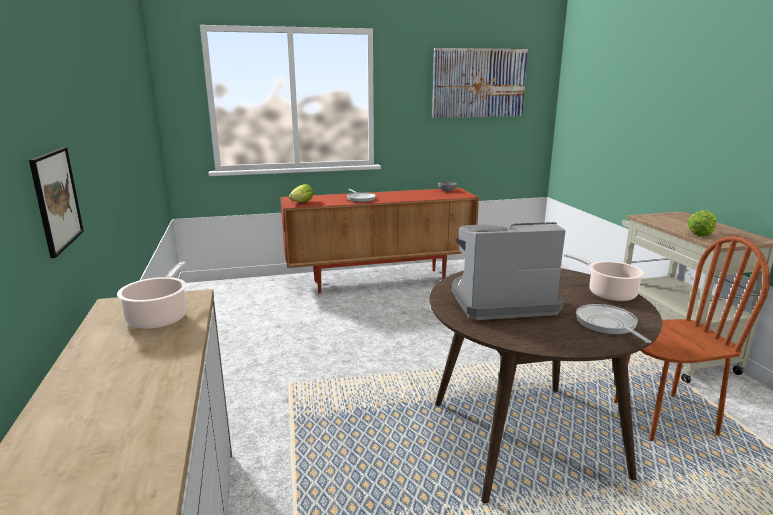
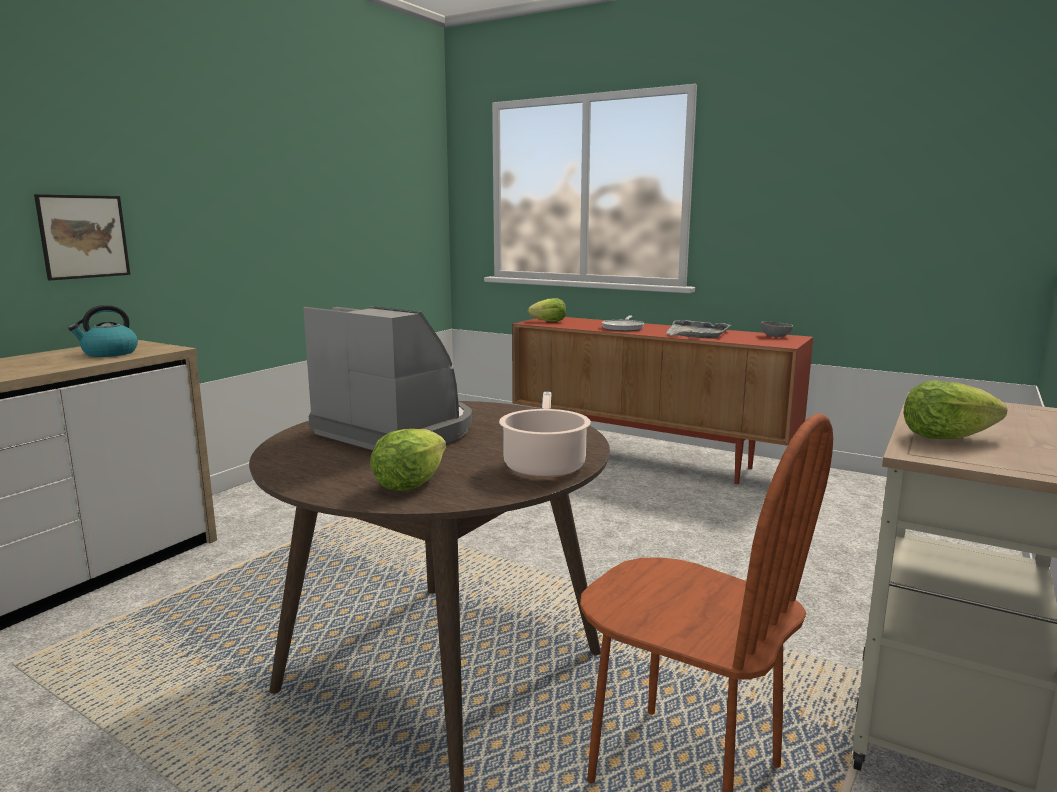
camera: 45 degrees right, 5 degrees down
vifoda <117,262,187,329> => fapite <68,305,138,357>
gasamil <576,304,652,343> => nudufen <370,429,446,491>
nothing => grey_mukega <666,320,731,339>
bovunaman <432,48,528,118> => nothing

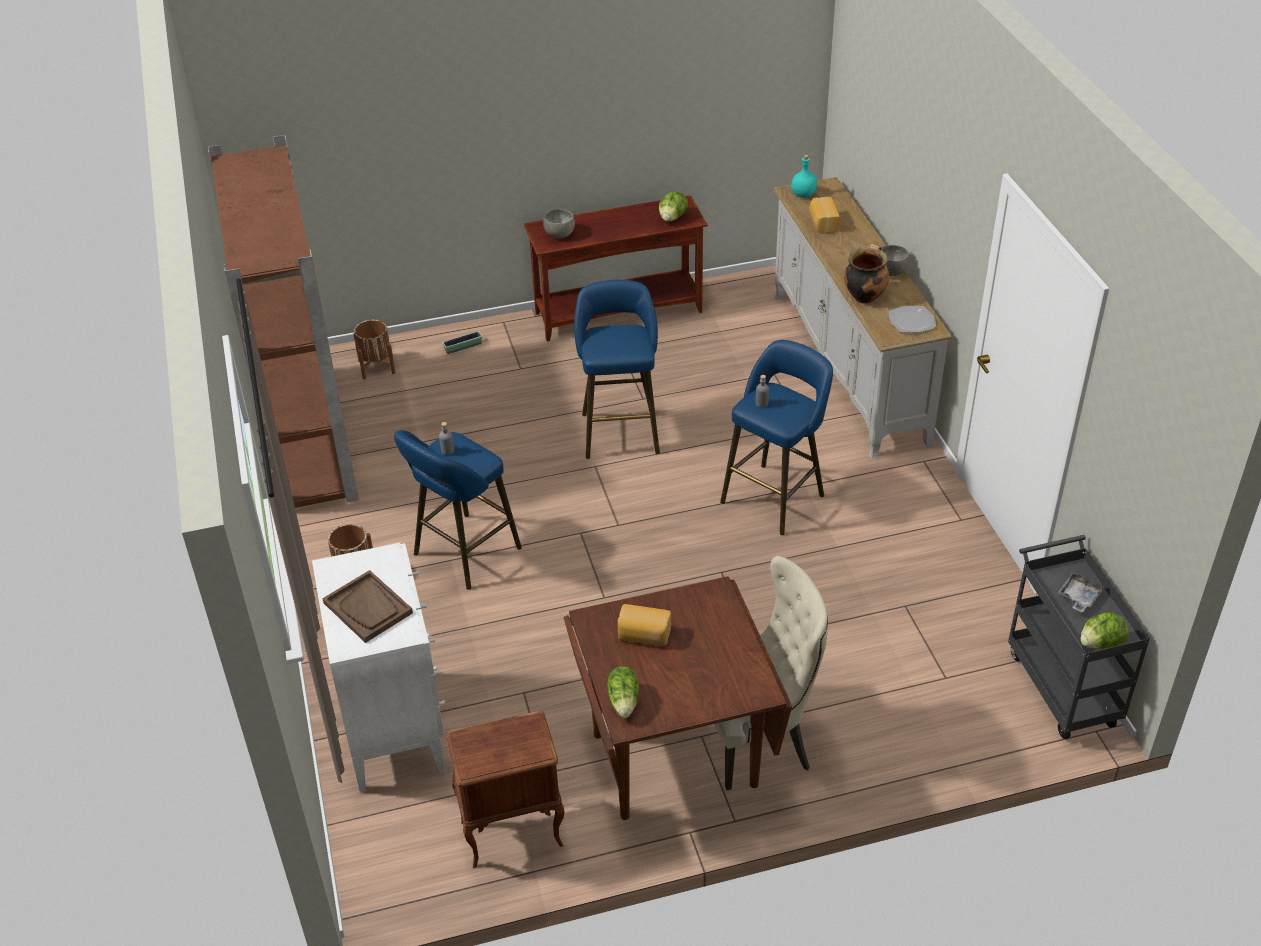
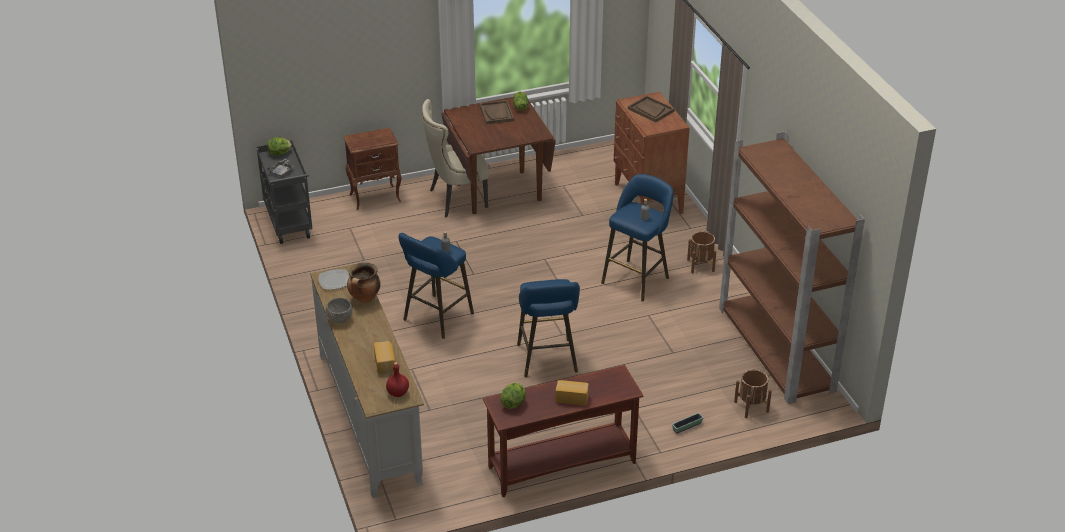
camera: 175 degrees right, 5 degrees down
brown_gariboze <446,711,564,869> => brown_gariboze <344,128,402,210>, shifted
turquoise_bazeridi <791,155,817,198> => red_bazeridi <386,362,409,397>
nothing => brown_mukega <480,100,514,124>
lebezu <618,604,671,646> => lebezu <556,380,589,405>, shifted
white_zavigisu <312,543,446,792> => brown_zavigisu <614,92,690,214>
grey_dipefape <543,209,575,238> => nothing

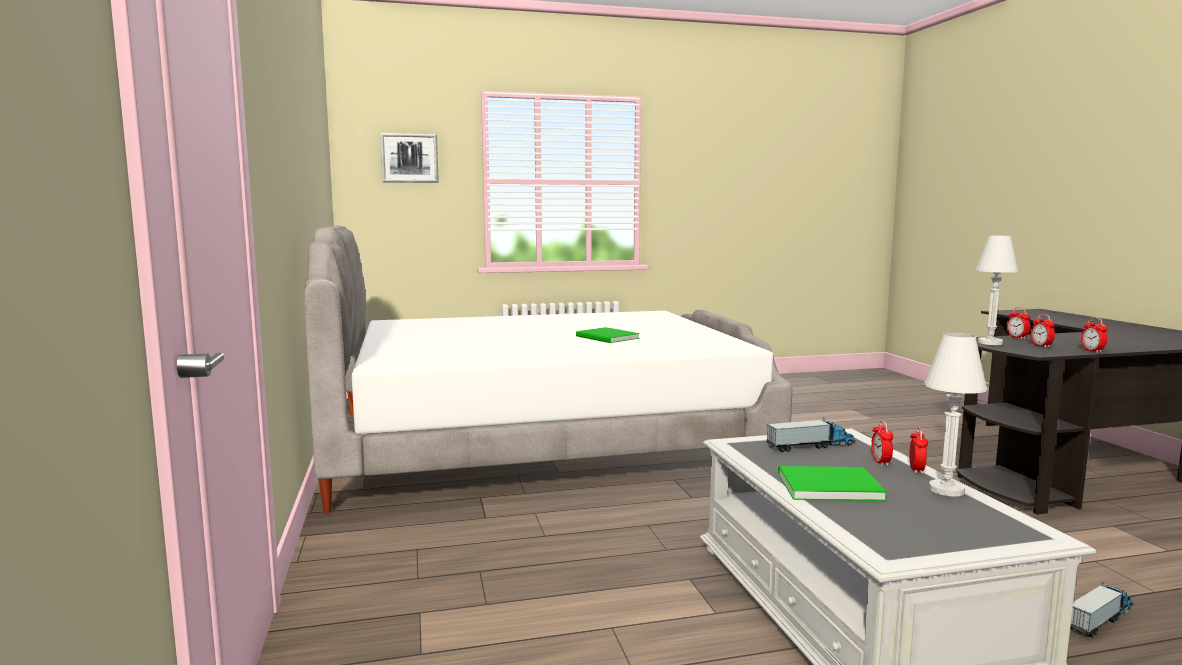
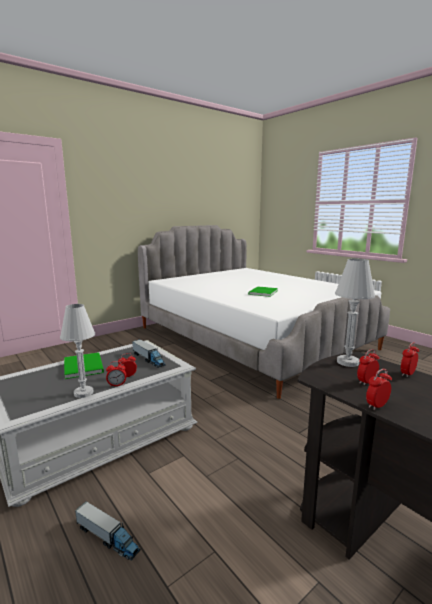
camera: 65 degrees right, 5 degrees up
bovunaman <380,133,439,183> => nothing

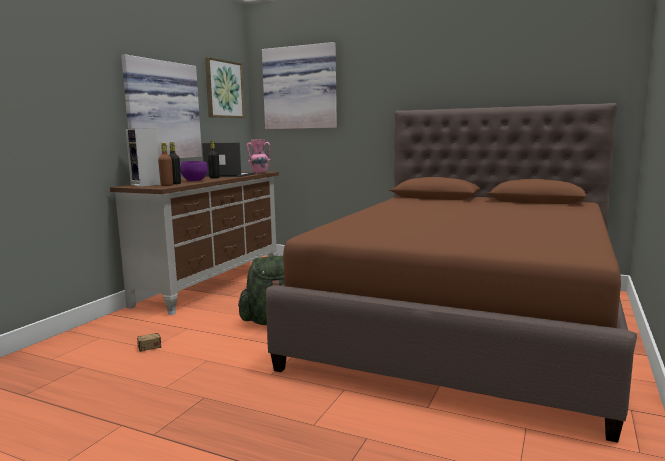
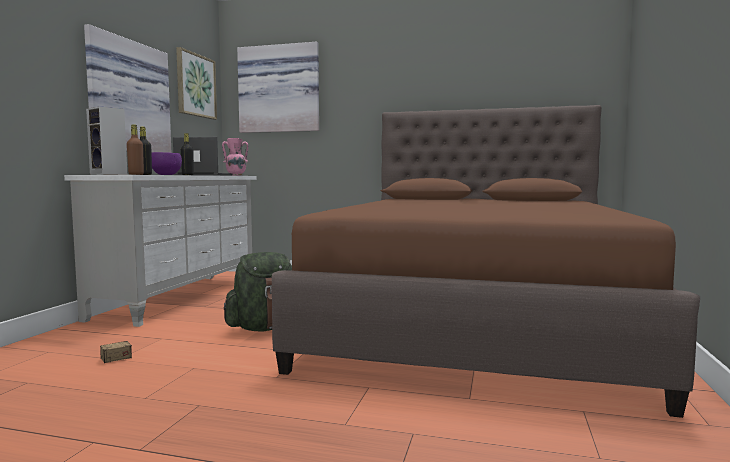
camera: 10 degrees left, 5 degrees down
brown_zavigisu <110,171,279,315> => white_zavigisu <64,175,256,327>

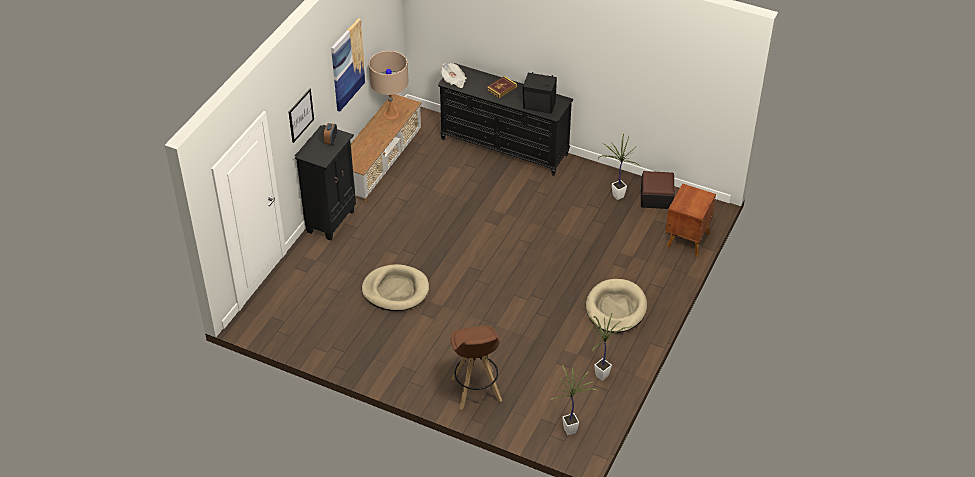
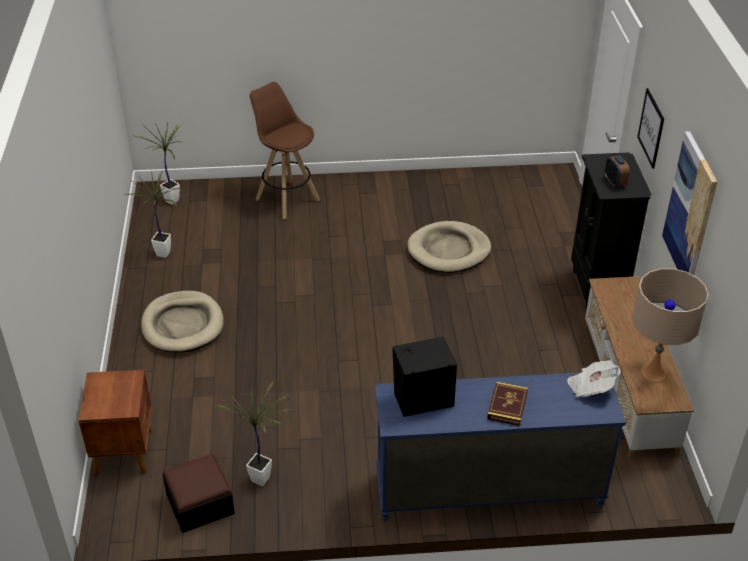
camera: 150 degrees right, 5 degrees down
black_zavigisu <438,63,573,176> => blue_zavigisu <375,373,626,521>

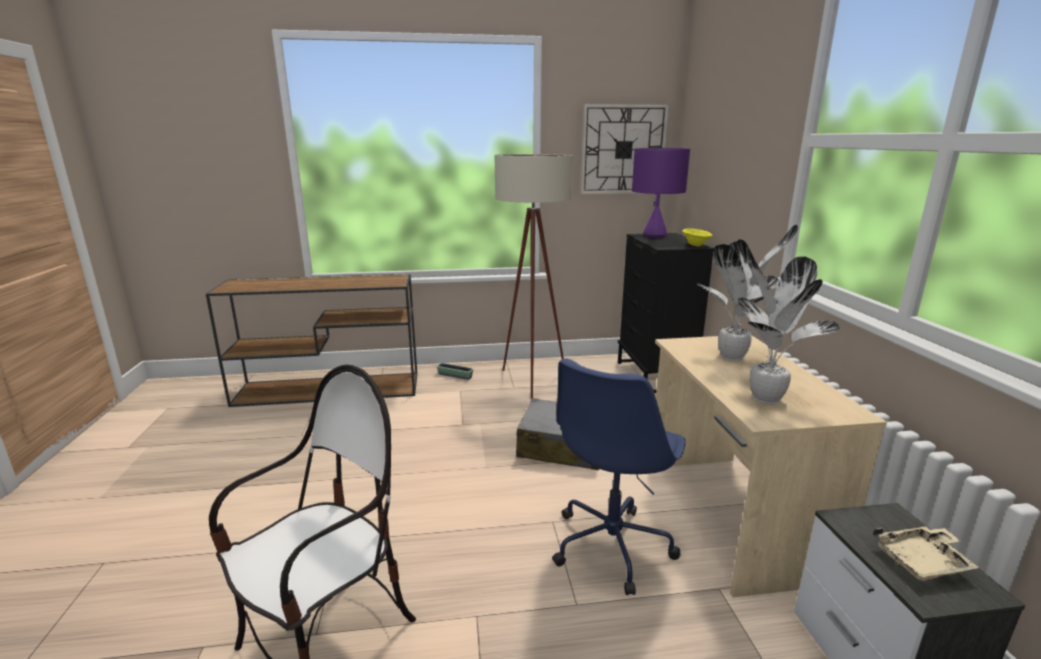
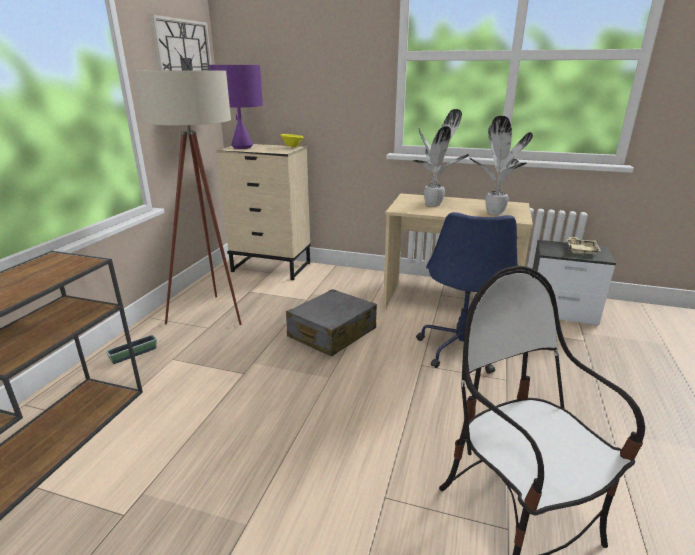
camera: 65 degrees left, 5 degrees up
black_zavigisu <618,233,714,393> => beige_zavigisu <216,144,311,280>
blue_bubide <552,358,686,595> => blue_bubide <416,212,518,374>, 45 degrees clockwise

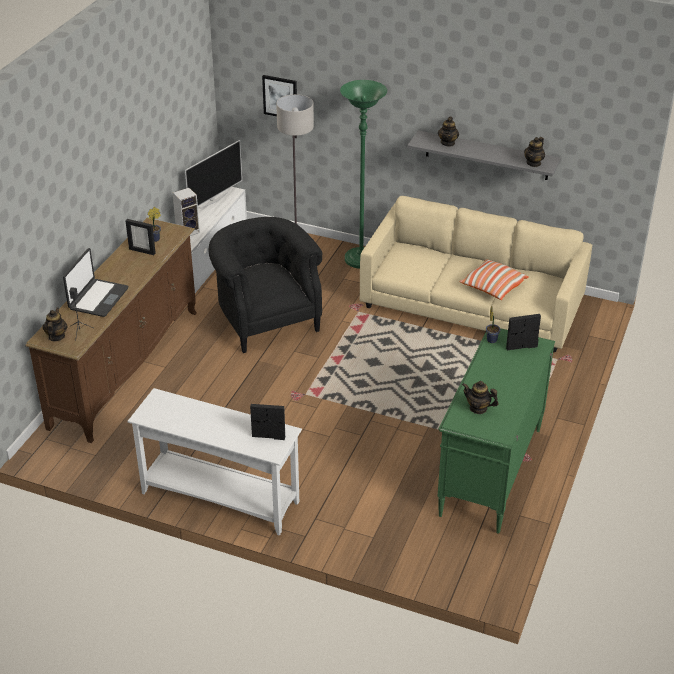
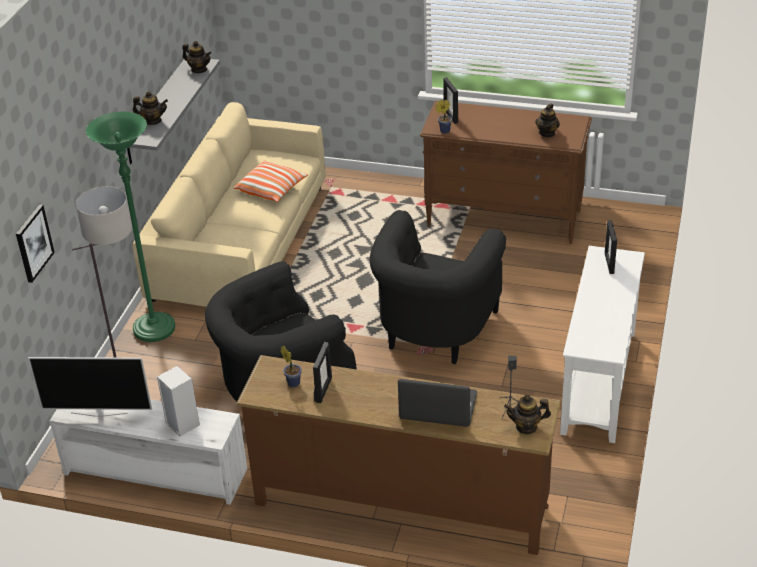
camera: 95 degrees left, 0 degrees up
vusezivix <185,140,242,209> => vusezivix <28,357,152,417>, 150 degrees clockwise
nothing => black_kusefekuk <370,210,506,364>
green_zavigisu <437,328,555,534> => brown_zavigisu <420,101,592,244>

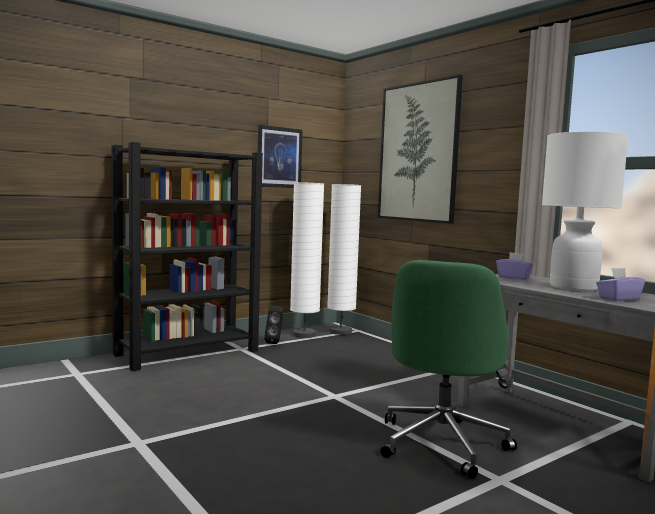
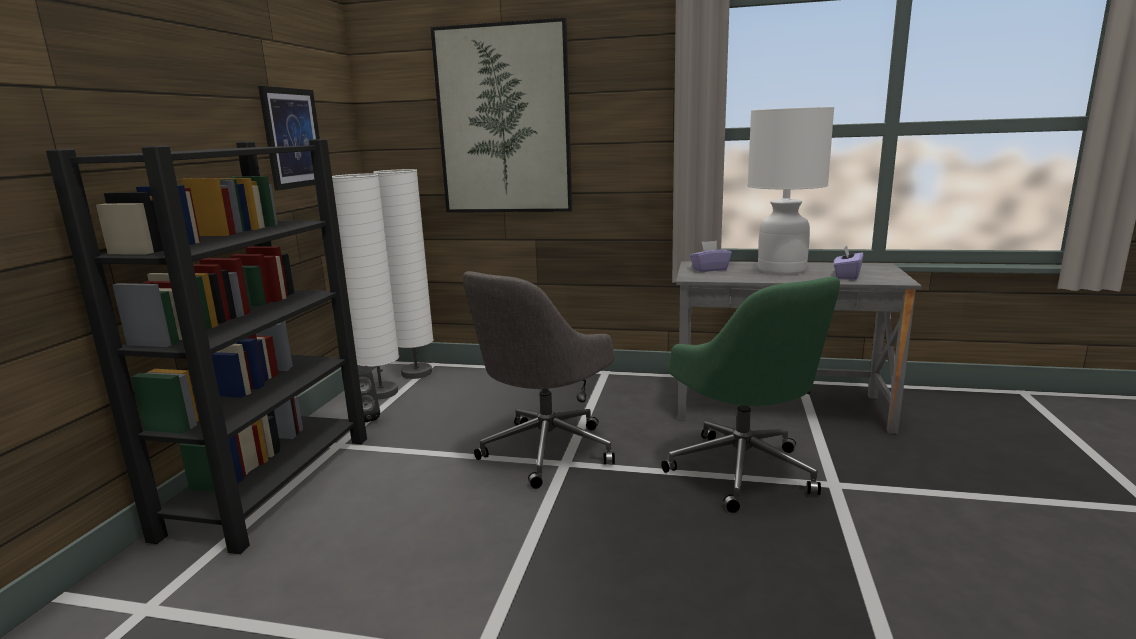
camera: 40 degrees left, 10 degrees up
nothing => grey_bubide <463,271,615,489>

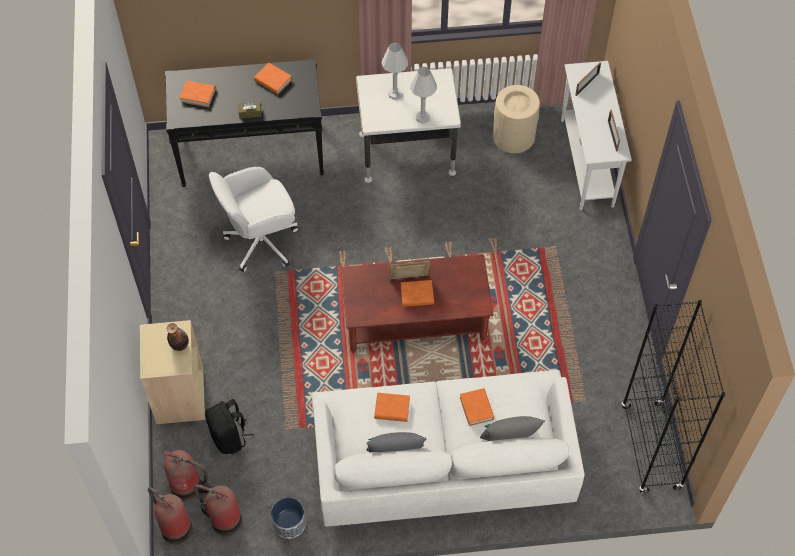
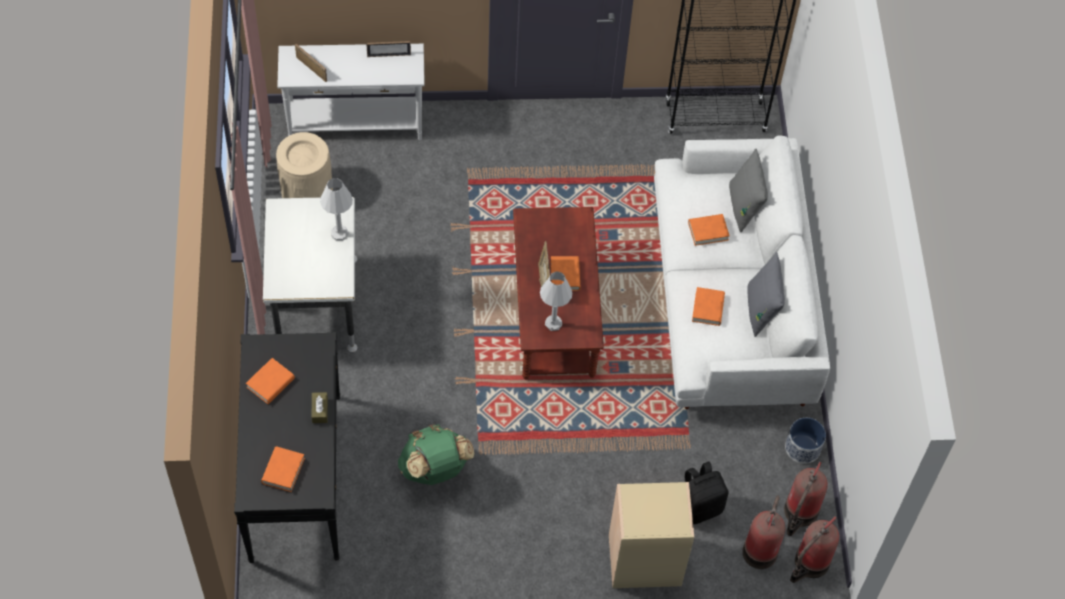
camera: 90 degrees left, 0 degrees up
white_bubide <209,167,298,272> => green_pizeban <398,424,475,485>
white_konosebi <382,43,408,100> => white_konosebi <540,271,572,331>, shifted
bazeridi <167,323,189,351> => nothing

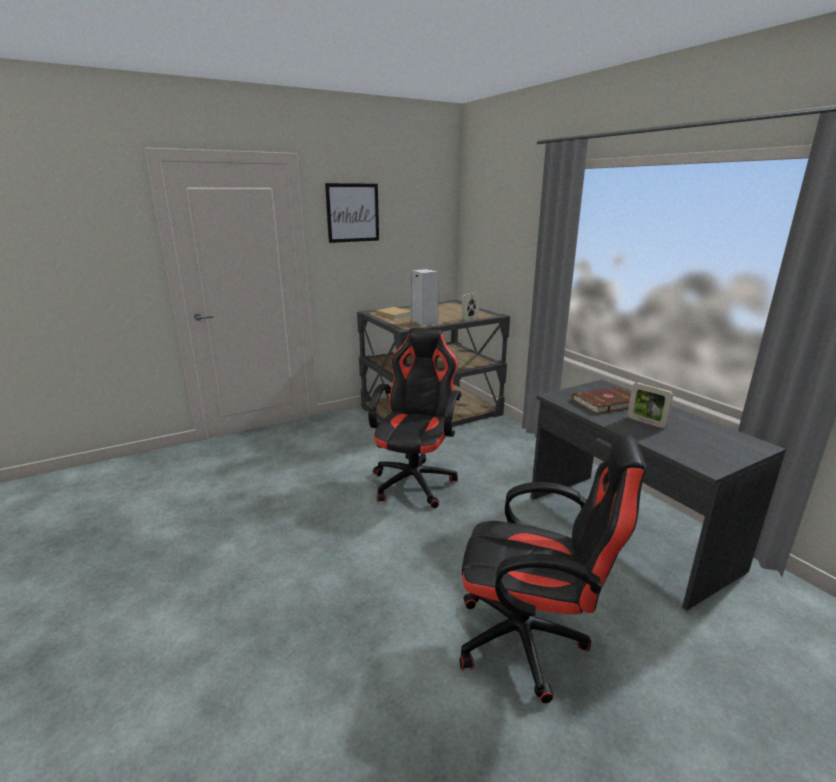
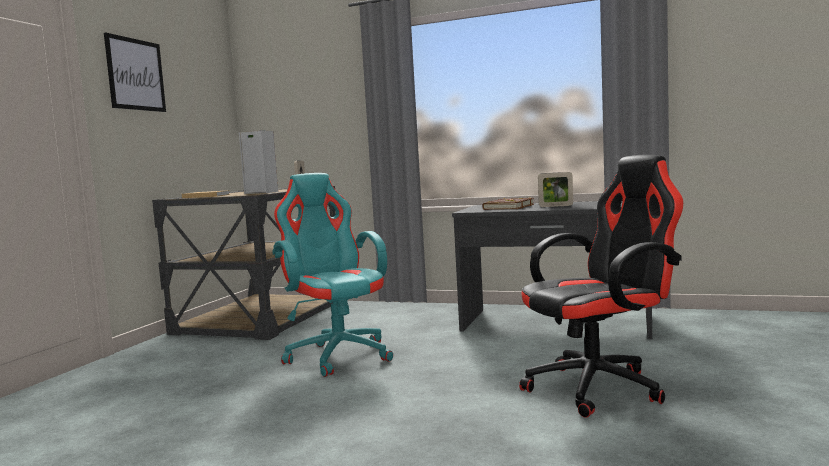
camera: 40 degrees left, 15 degrees down
black_bubide <368,328,462,508> => turquoise_bubide <272,173,393,377>

